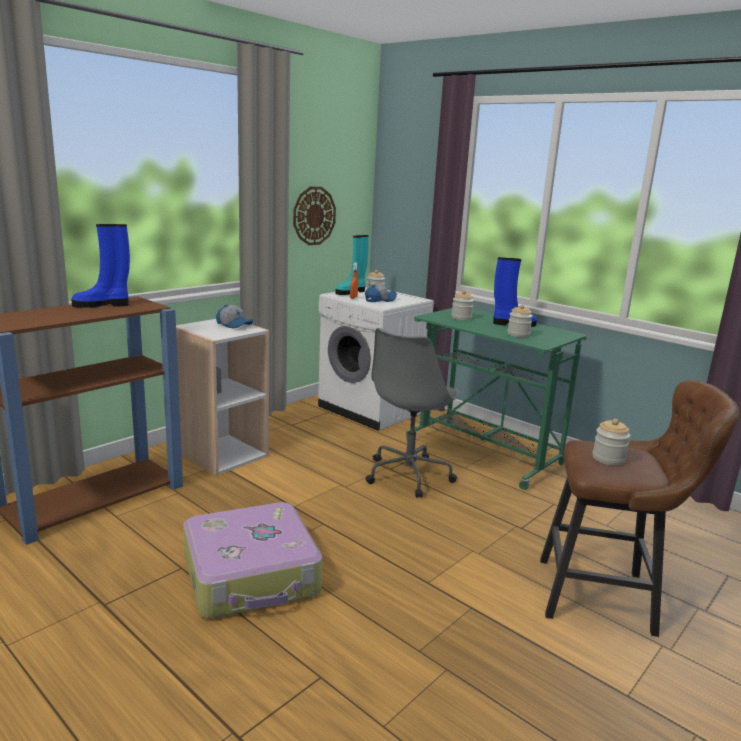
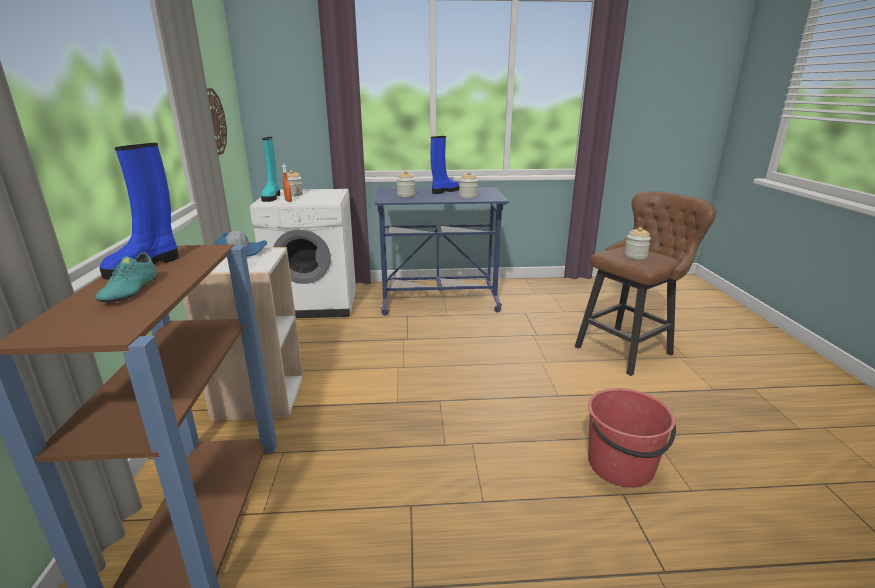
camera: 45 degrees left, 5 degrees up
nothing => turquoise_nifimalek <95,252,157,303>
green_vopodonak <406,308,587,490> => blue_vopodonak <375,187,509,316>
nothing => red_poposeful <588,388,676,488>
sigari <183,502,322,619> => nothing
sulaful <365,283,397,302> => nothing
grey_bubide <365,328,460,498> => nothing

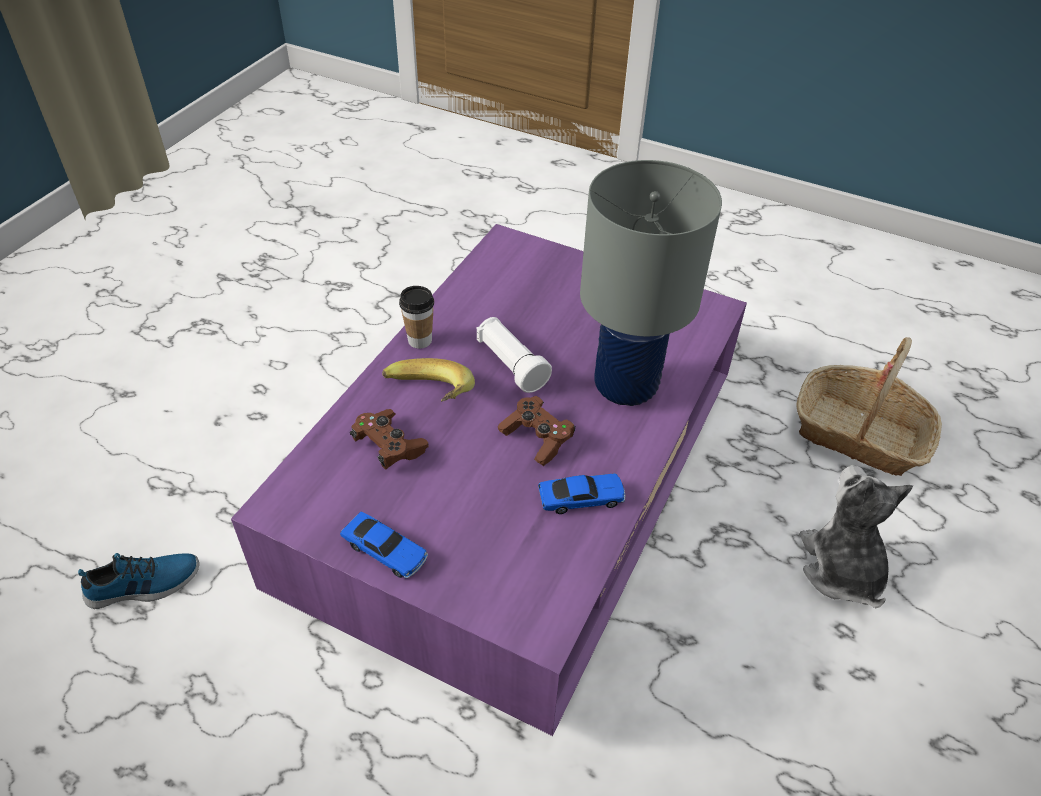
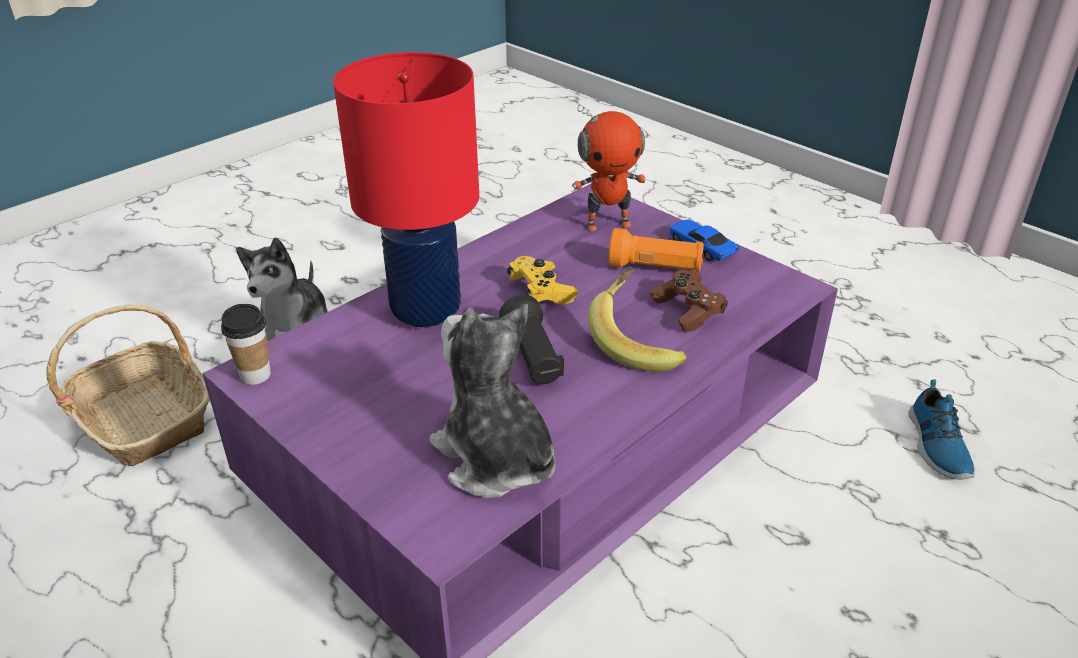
camera: 160 degrees left, 10 degrees down
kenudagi <399,286,434,349> => kenudagi <221,304,271,385>, shifted
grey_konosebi <580,160,722,406> => red_konosebi <333,52,479,327>
nothing => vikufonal <429,304,556,498>
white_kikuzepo <477,317,552,393> => black_kikuzepo <499,295,564,384>
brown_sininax <498,396,575,466> => yellow_sininax <507,256,578,305>
nothing => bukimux <572,104,647,231>
nothing => orange_kikuzepo <608,228,704,271>
nifimalek <78,553,199,609> => nifimalek <908,379,975,479>, 90 degrees counterclockwise
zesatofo <538,473,625,514> => nothing

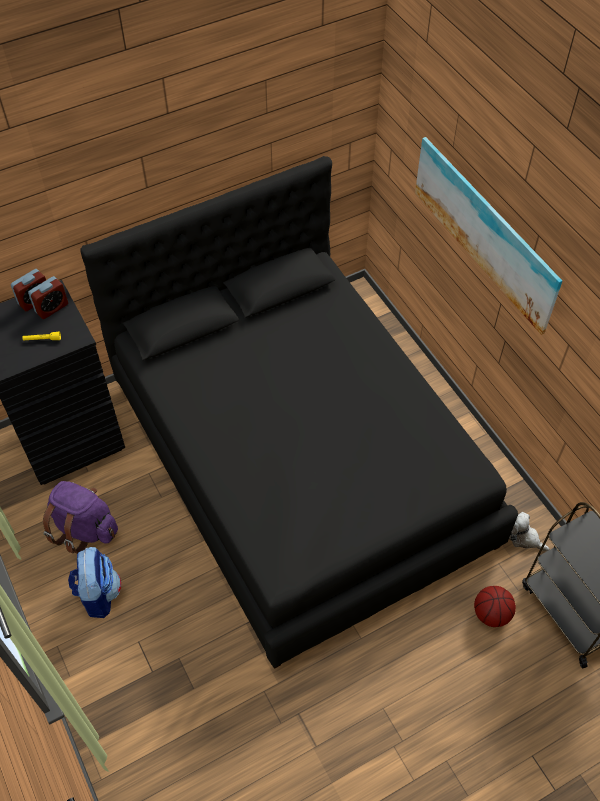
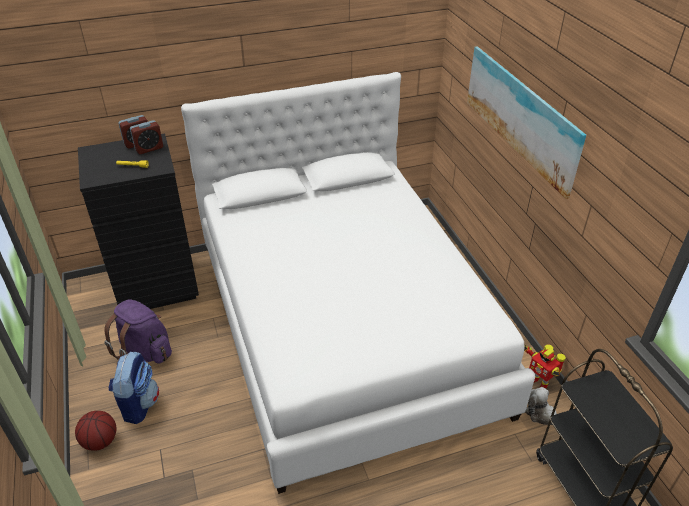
camera: 10 degrees right, 15 degrees down
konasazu <474,586,516,627> => konasazu <75,411,116,451>, shifted
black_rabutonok <80,156,518,669> => white_rabutonok <181,72,535,494>
nothing => bukimux <524,344,566,388>

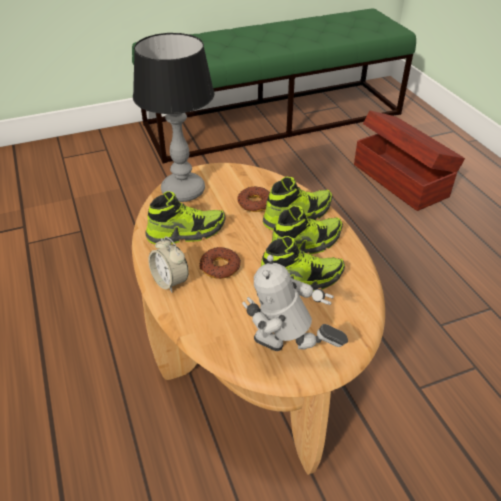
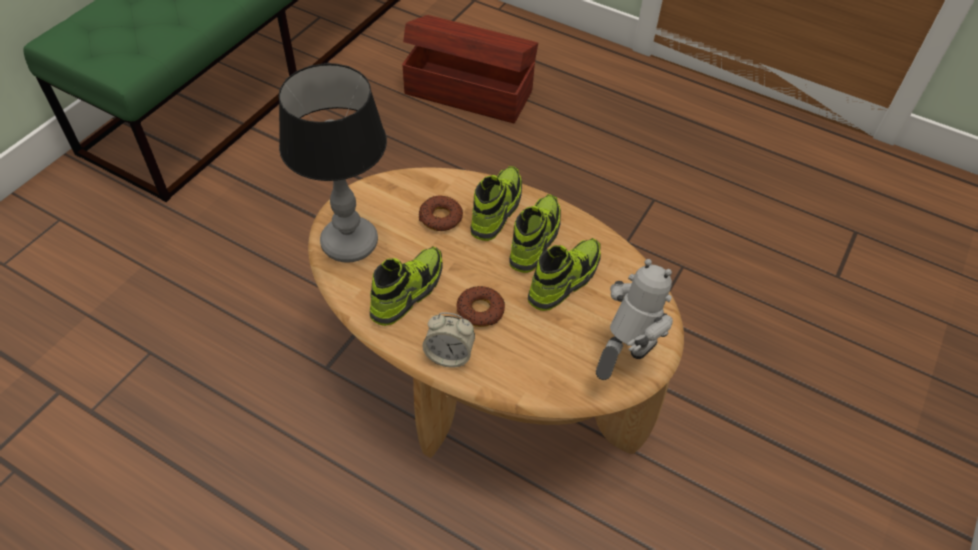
camera: 40 degrees left, 10 degrees up
bukimux <242,255,348,351> => bukimux <596,259,673,380>, 150 degrees clockwise

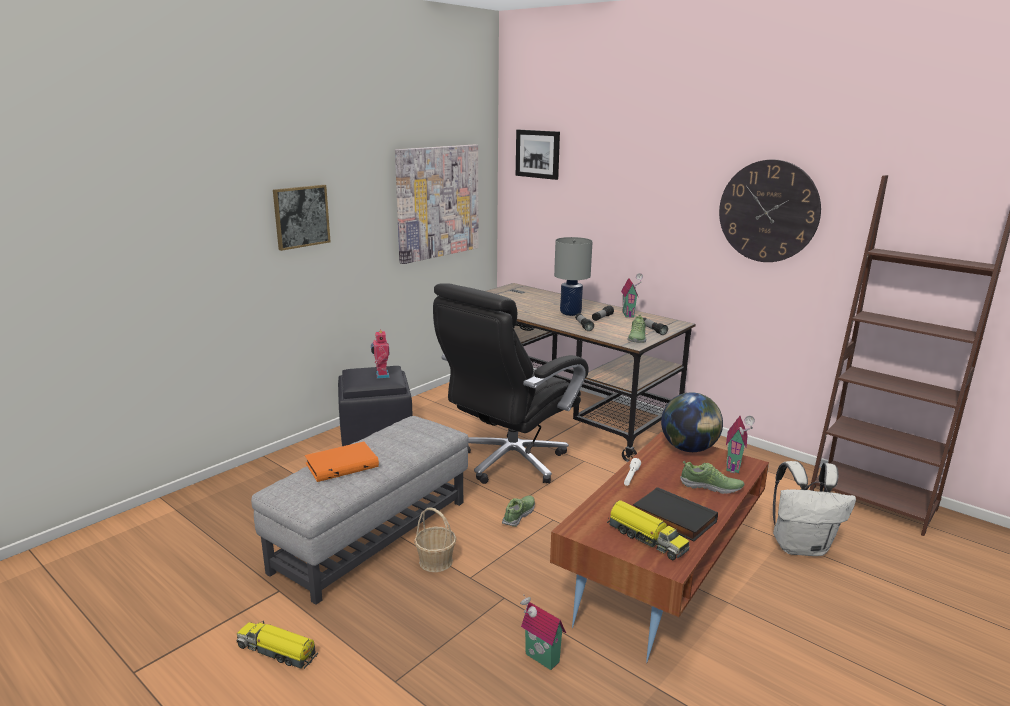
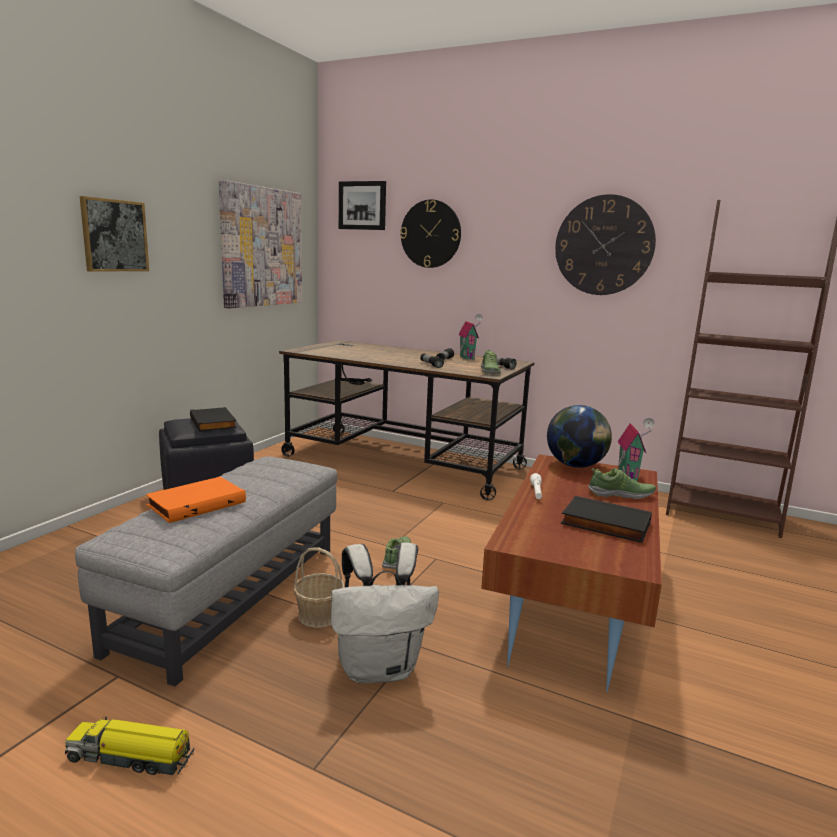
camera: 15 degrees left, 5 degrees down
bukimux <371,331,390,379> => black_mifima <190,407,237,432>
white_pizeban <773,461,856,556> => white_pizeban <331,543,439,684>, shifted
nothing => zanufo <400,199,461,268>
black_bubide <433,283,589,484> => nothing
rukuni <520,594,566,670> => nothing
grey_konosebi <554,237,593,316> => nothing
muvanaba <607,500,690,560> => nothing

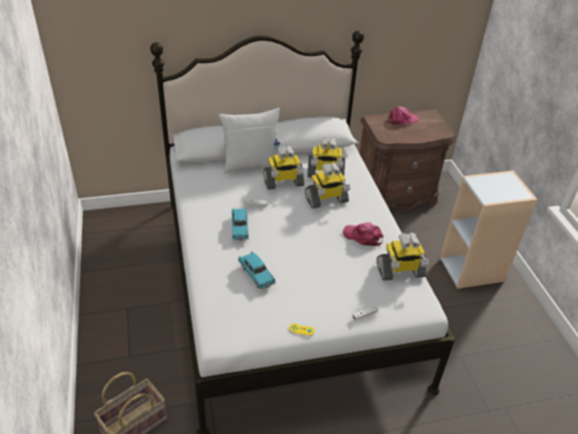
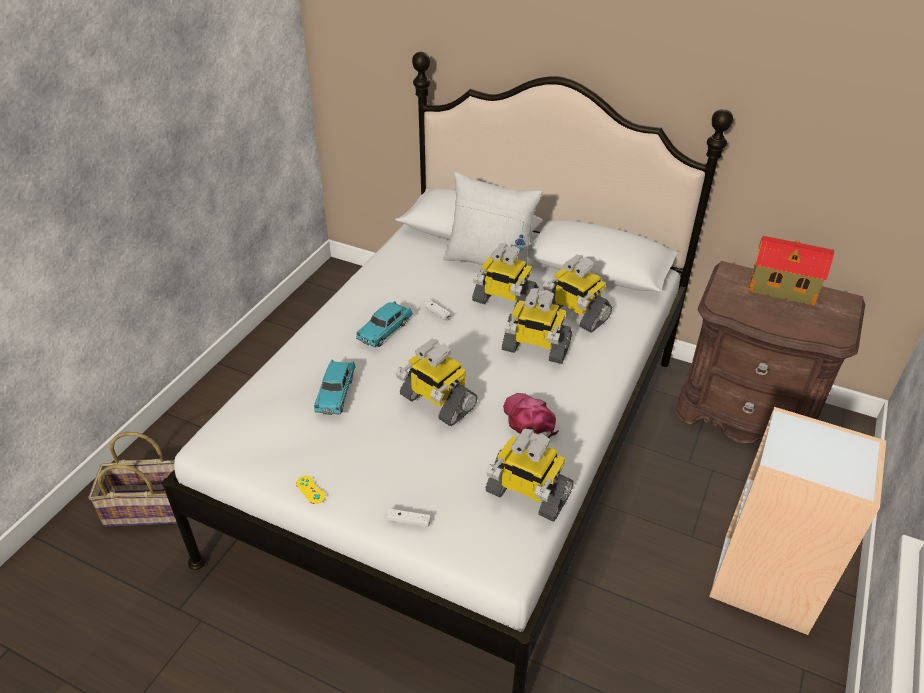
camera: 40 degrees right, 0 degrees up
nothing => bukimux <395,339,478,426>
pink_sulaful <388,106,419,125> => rukuni <749,236,834,306>

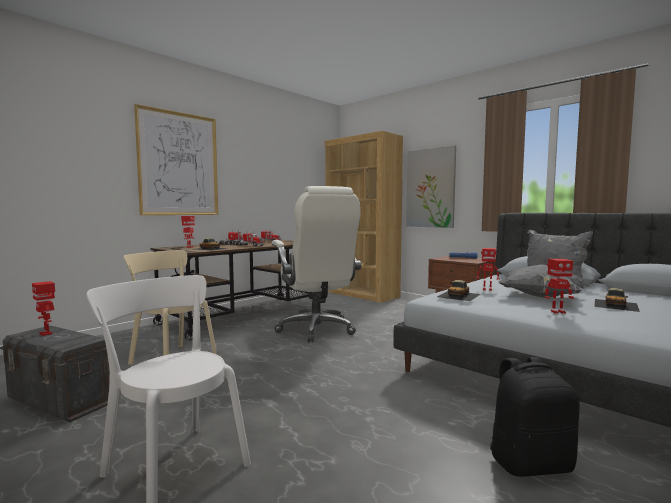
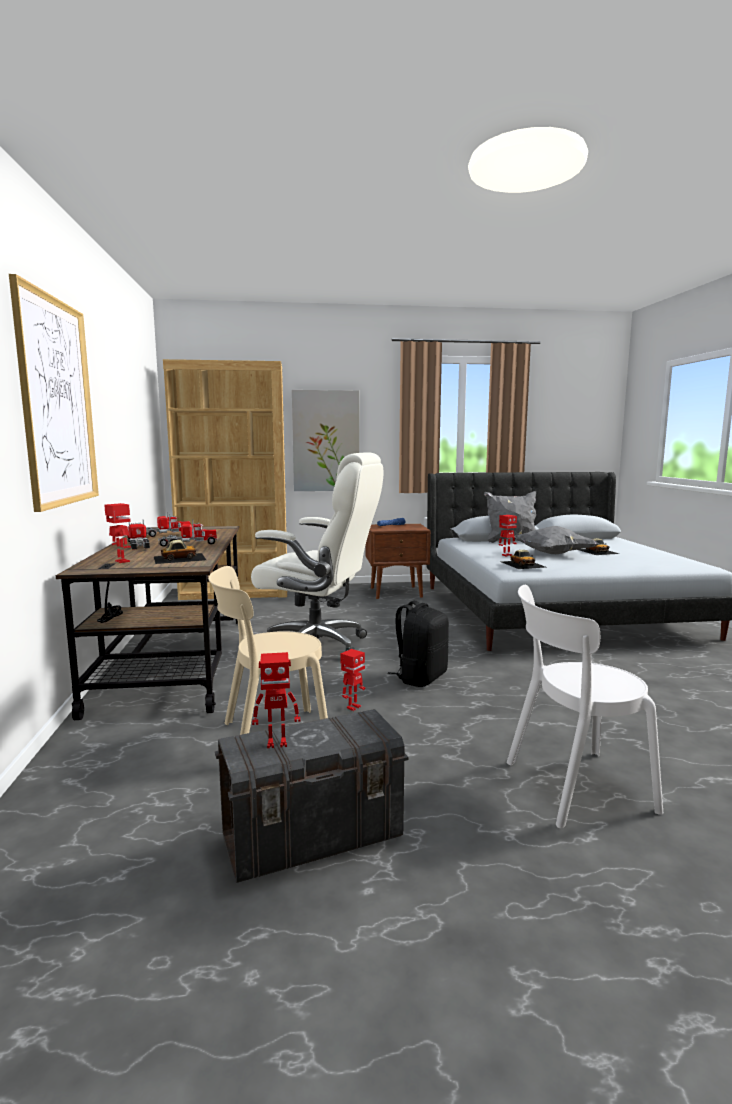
camera: 50 degrees left, 5 degrees up
bukimux <545,259,574,313> => bukimux <340,649,366,711>, shifted
black_pizeban <490,357,580,477> => black_pizeban <388,601,449,687>, shifted

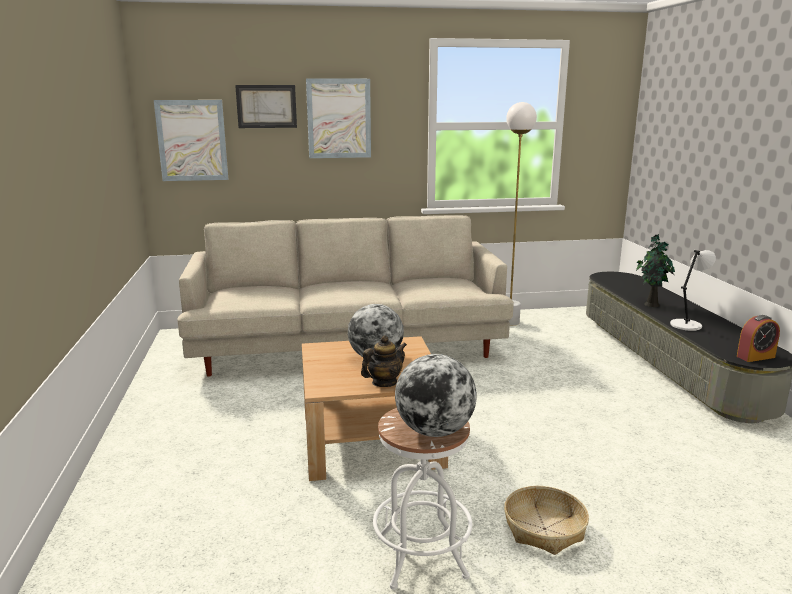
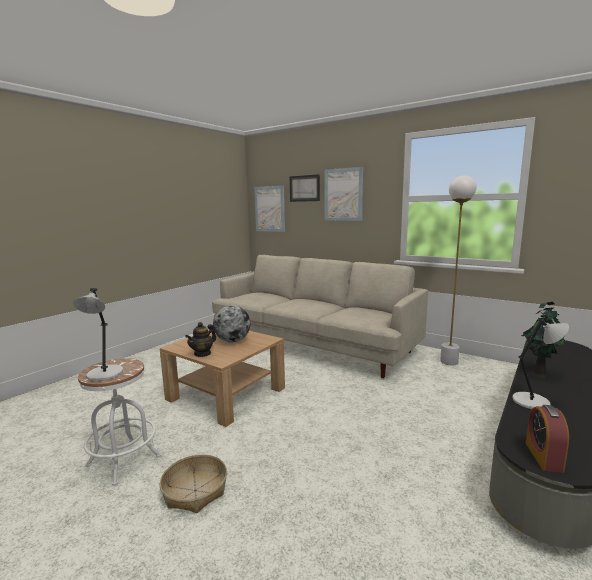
camera: 45 degrees right, 5 degrees down
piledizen <395,354,477,437> => grey_konosebi <73,288,123,381>
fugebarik <361,336,407,387> => fugebarik <185,322,216,357>, 120 degrees clockwise
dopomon <737,315,780,362> => dopomon <526,405,569,473>, 75 degrees clockwise

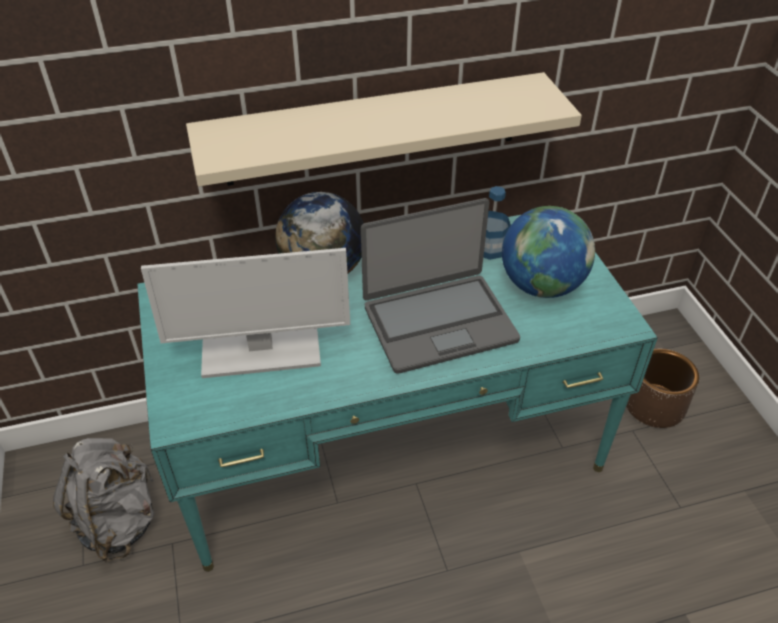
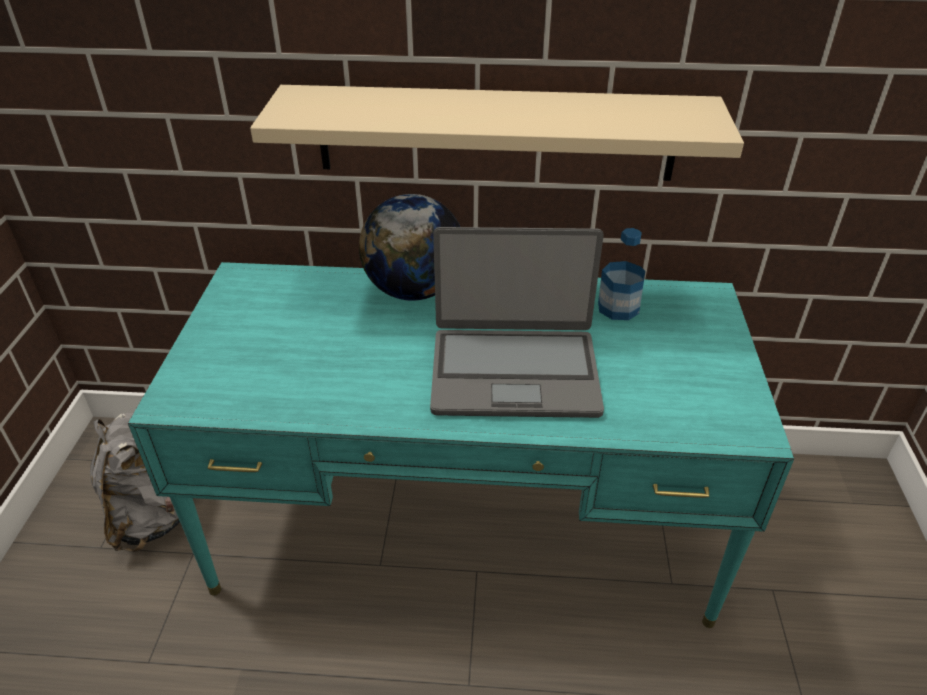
camera: 20 degrees right, 5 degrees down
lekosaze <141,248,350,378> => nothing
piledizen <502,206,595,298> => nothing
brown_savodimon <626,349,700,428> => nothing

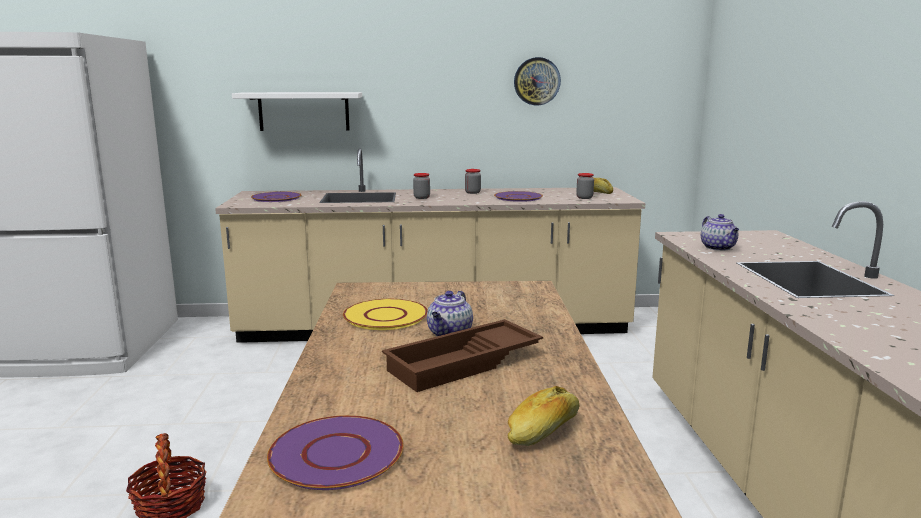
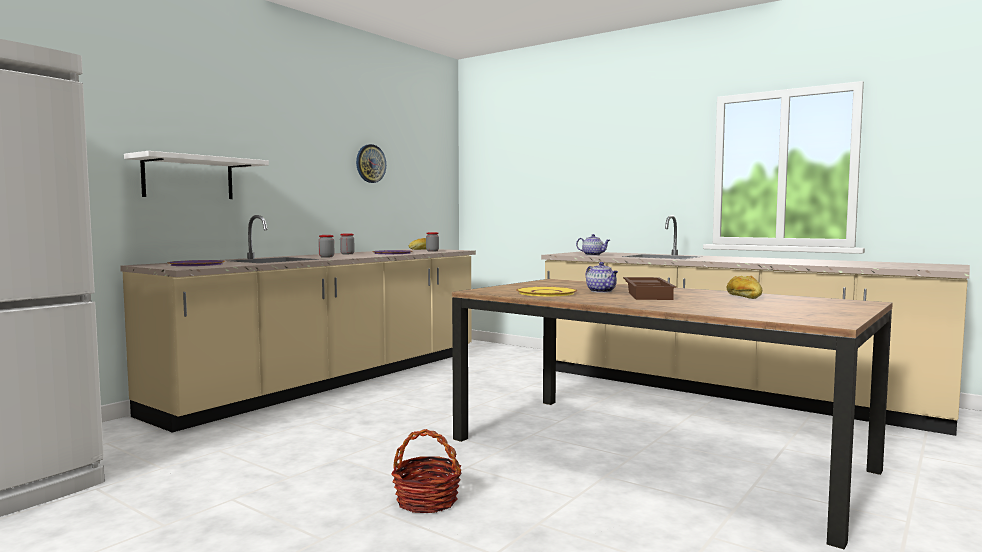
camera: 50 degrees left, 10 degrees down
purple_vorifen <267,415,404,490> => nothing

